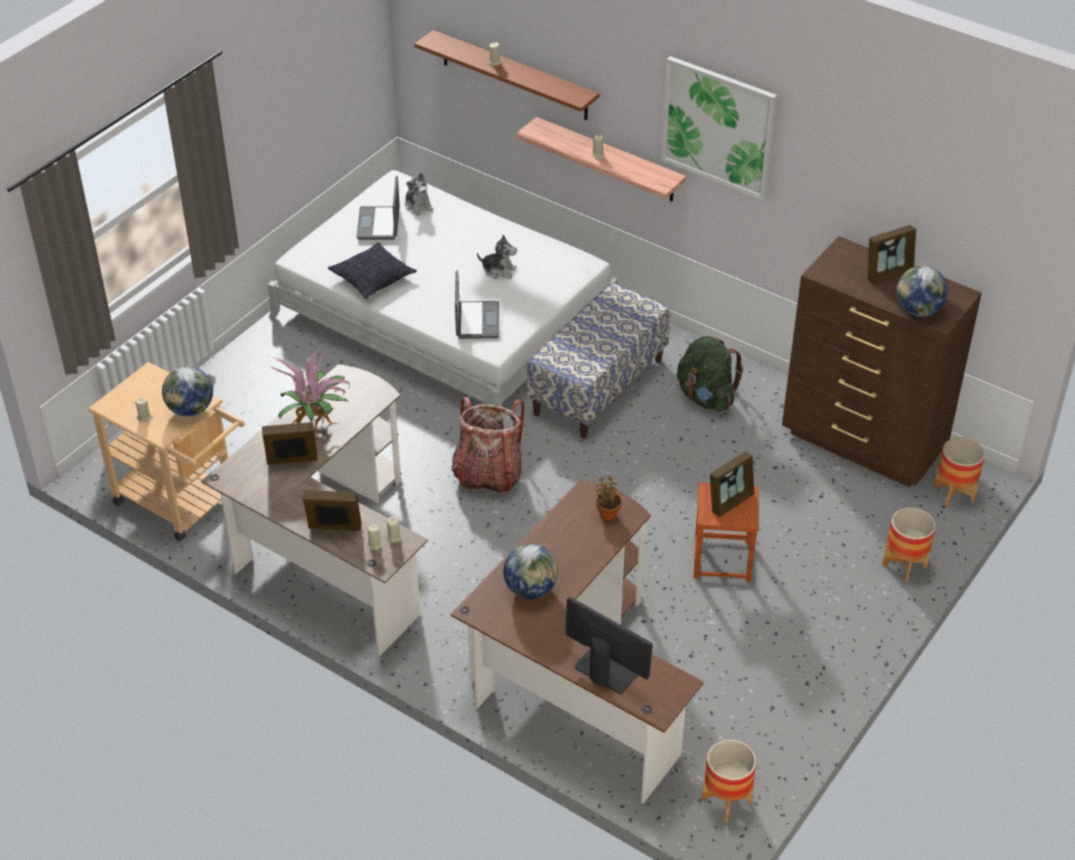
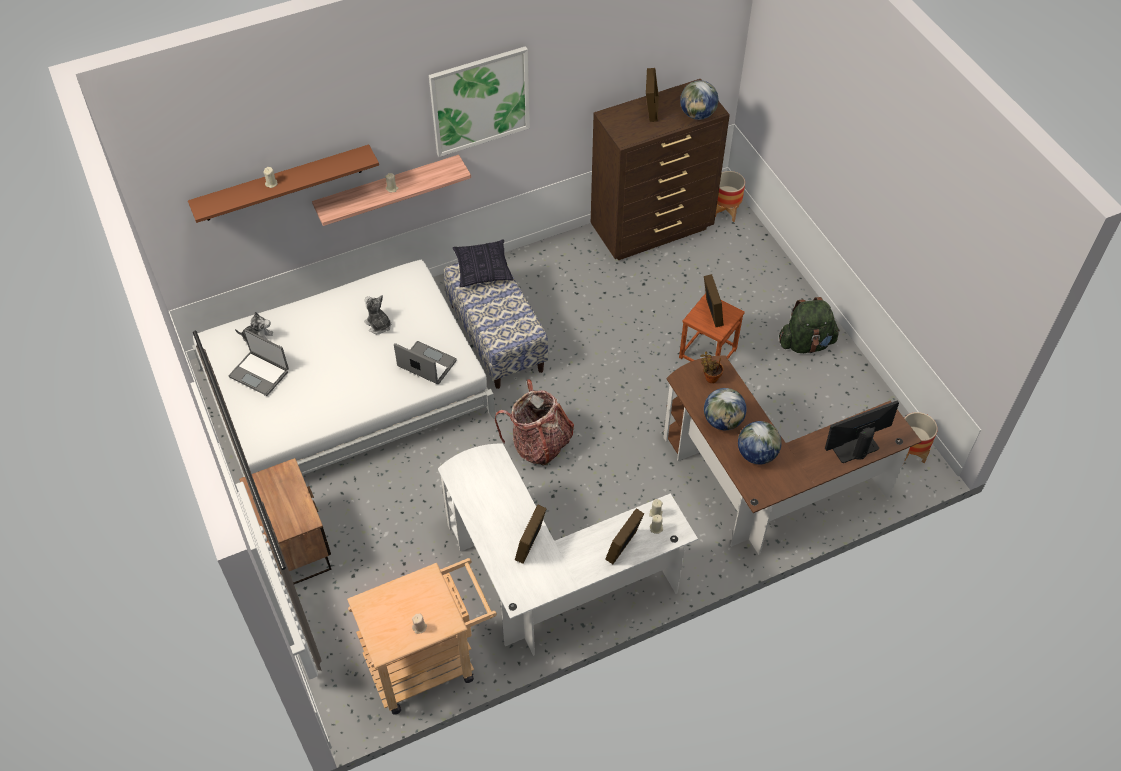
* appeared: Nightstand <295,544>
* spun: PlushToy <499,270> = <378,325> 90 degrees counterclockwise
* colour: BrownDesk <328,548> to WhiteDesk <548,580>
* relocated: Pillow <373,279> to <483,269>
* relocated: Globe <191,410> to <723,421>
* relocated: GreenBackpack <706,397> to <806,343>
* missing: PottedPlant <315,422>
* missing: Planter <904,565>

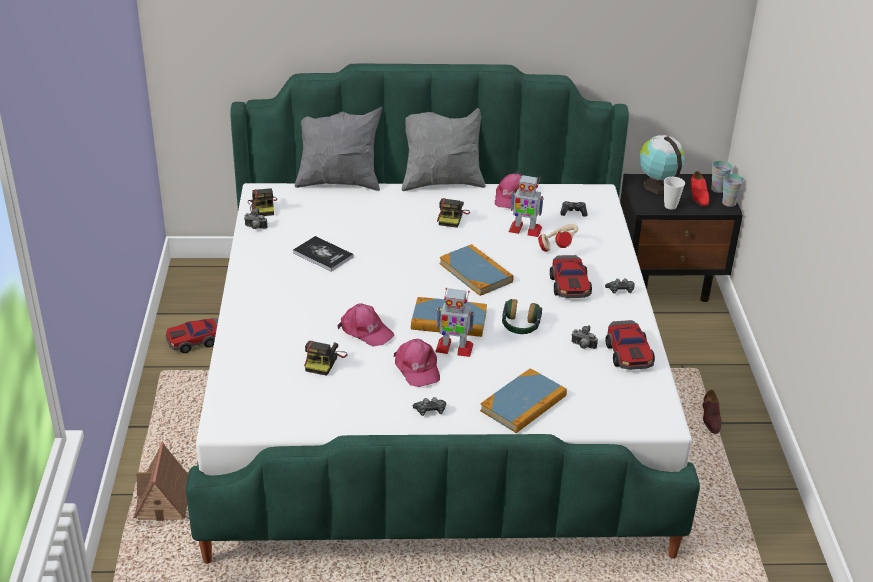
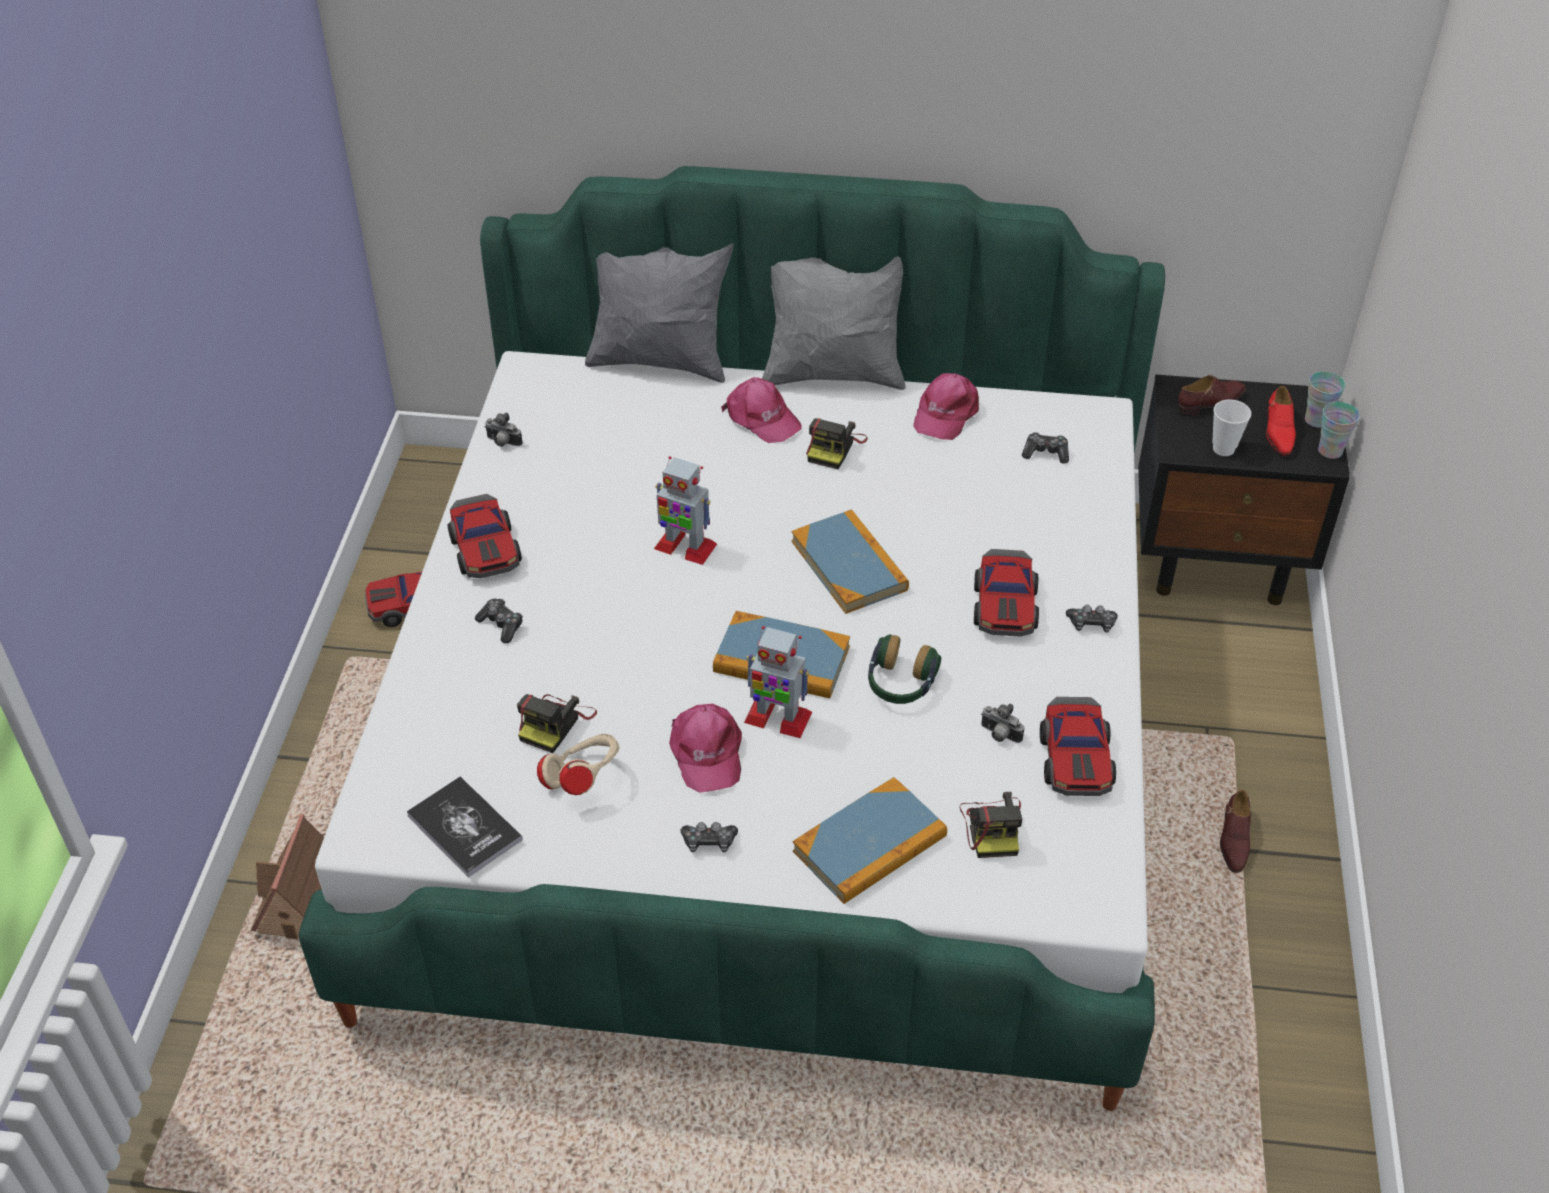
* relocated: Book <323,255> to <464,828>
* appeared: ToyCar <485,549>
* appeared: GameController <501,625>
* relocated: BeigeHeadphones <558,248> to <583,779>
* relocated: ToyRobot <524,229> to <684,546>
* relocated: PinkCap <365,331> to <761,418>
* relocated: PhotoCamera <263,207> to <992,827>
* exchanged: Globe <657,185> to BrownShoe <1211,403>

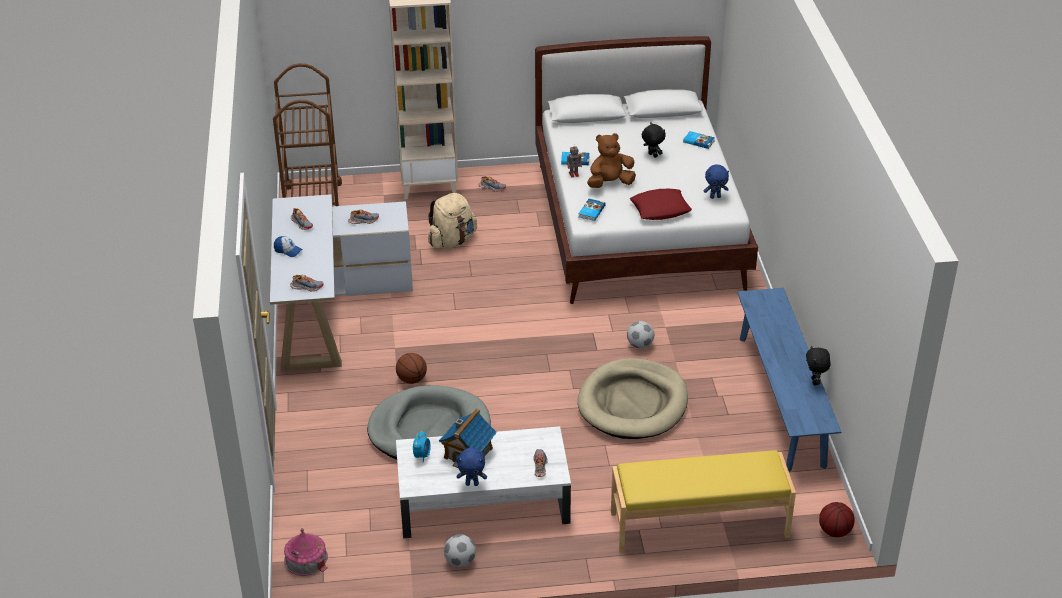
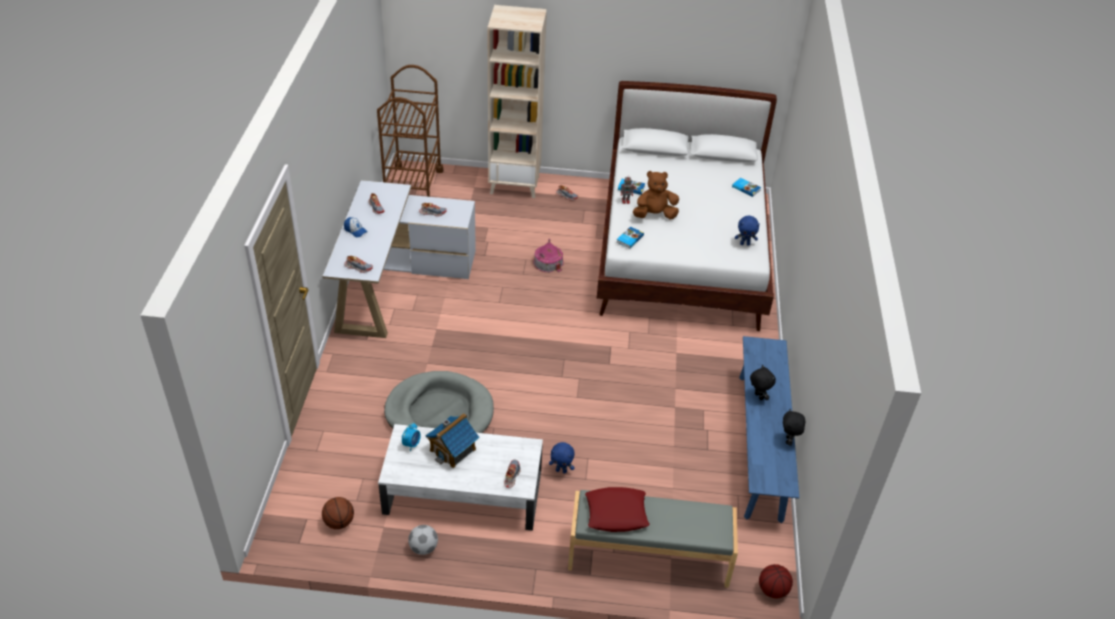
* relocated: Basketball <411,379> to <339,522>
* relocated: ToyHouse <306,559> to <548,262>
* relocated: BluePlushToy <472,483> to <561,470>
* colour: YellowBench <699,525> to GreyBench <648,557>
* relocated: RedPillow <660,209> to <616,513>
* relocated: BlackPlushToy <652,155> to <758,396>
* missing: BeigeBackpack <452,241>
* missing: BeigeDogBed <633,403>
* missing: Football <640,345>

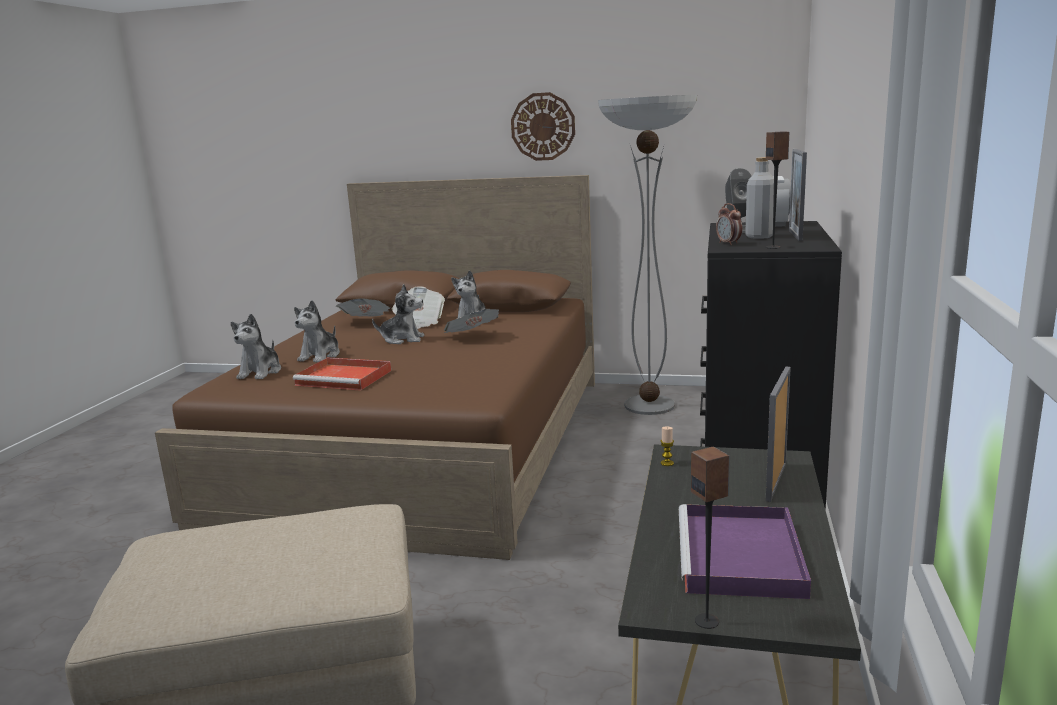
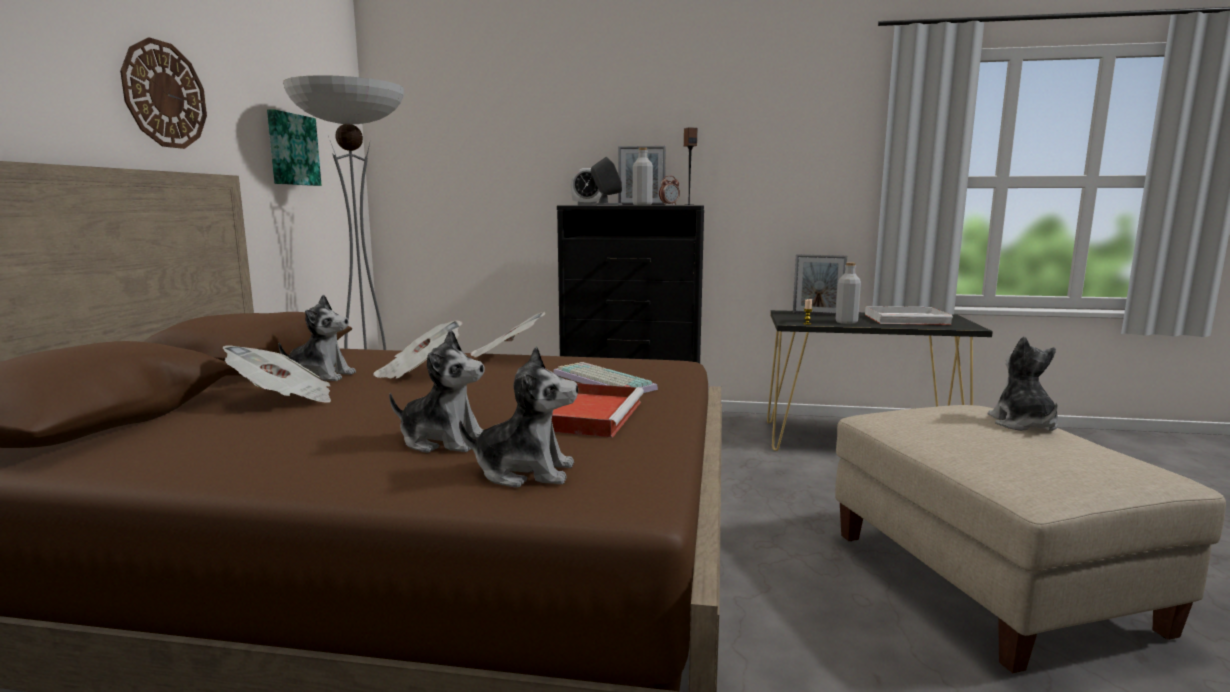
* appeared: Picture <292,149>
* relocated: Newspaper <366,322> to <506,356>
* appeared: Keyboard <600,381>
* appeared: GreyBottle <846,322>
* colour: PurpleTray <741,557> to WhiteTray <907,319>
* relocated: PlushToy <402,339> to <1022,424>
* missing: Speaker <707,621>

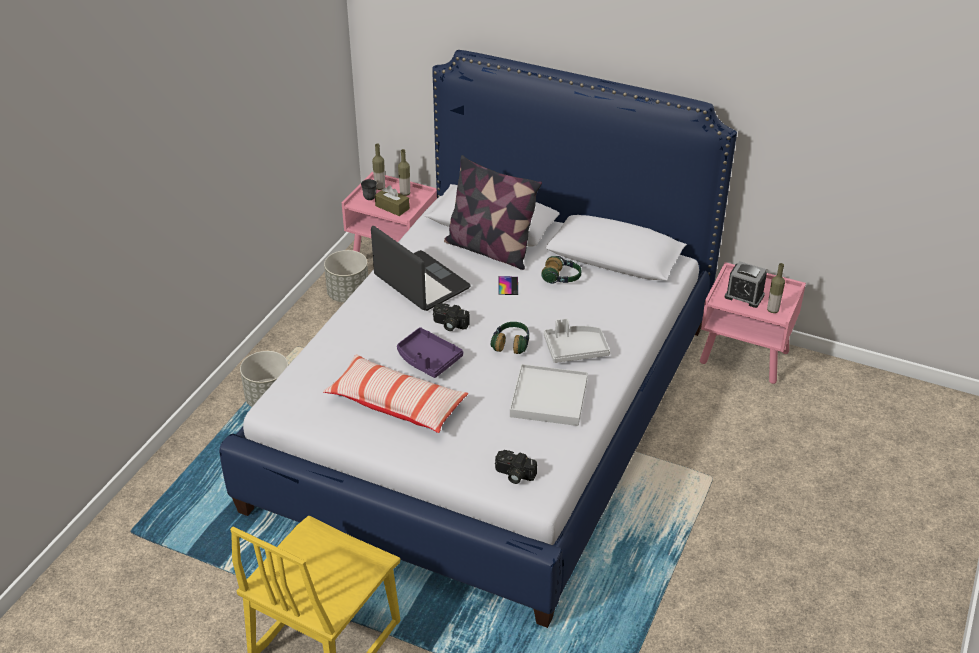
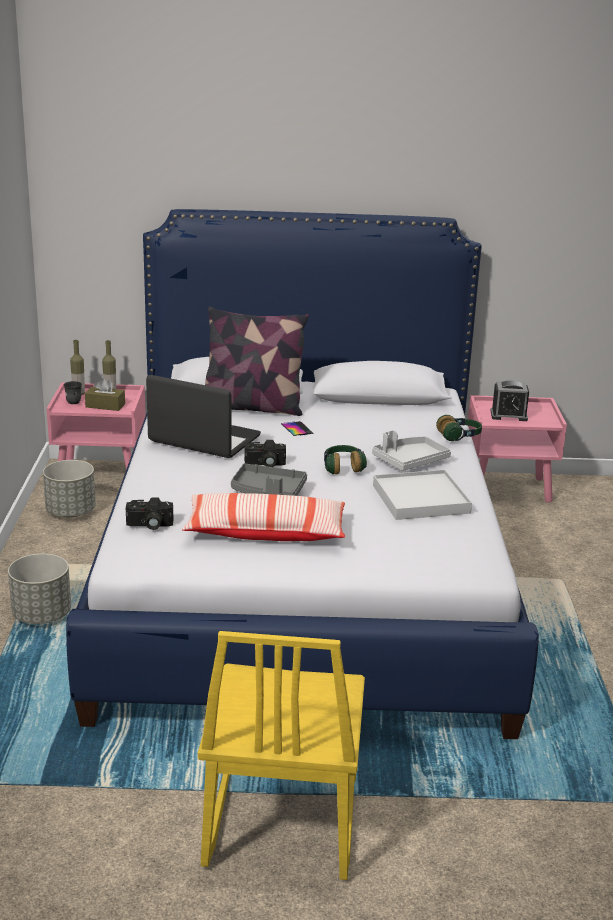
* relocated: PhotoCamera <514,475> to <149,525>
* colour: PurpleTray <428,359> to GreyTray <268,492>
* relocated: Headphones <561,278> to <459,437>
* missing: Bottle <772,310>

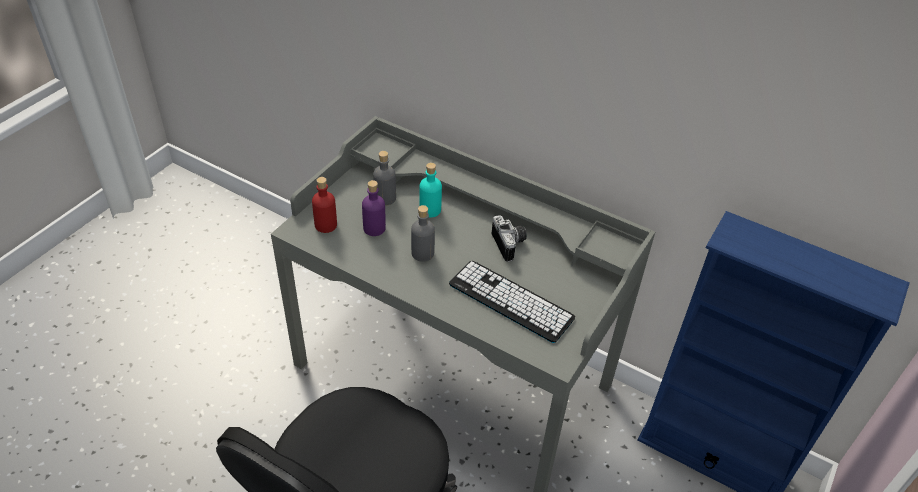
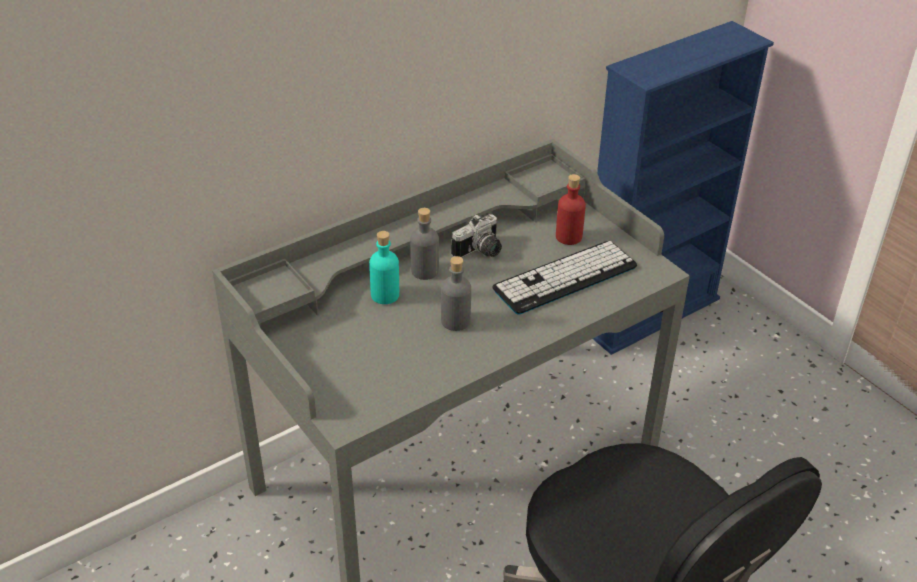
* relocated: GreyBottle <385,198> to <425,271>
* spun: PhotoCamera <510,244> = <480,252> 135 degrees clockwise
* relocated: RedBottle <326,225> to <568,237>
* missing: PurpleBottle <374,228>

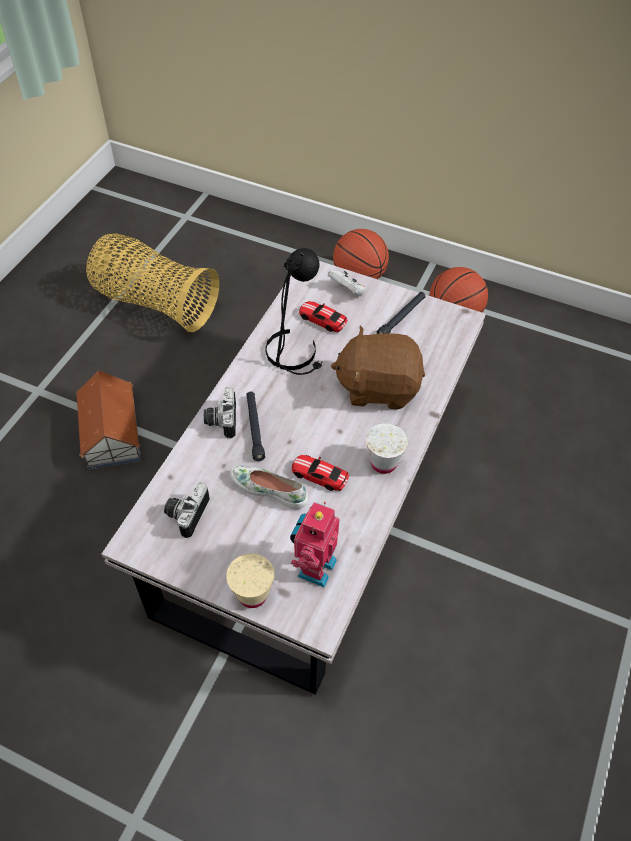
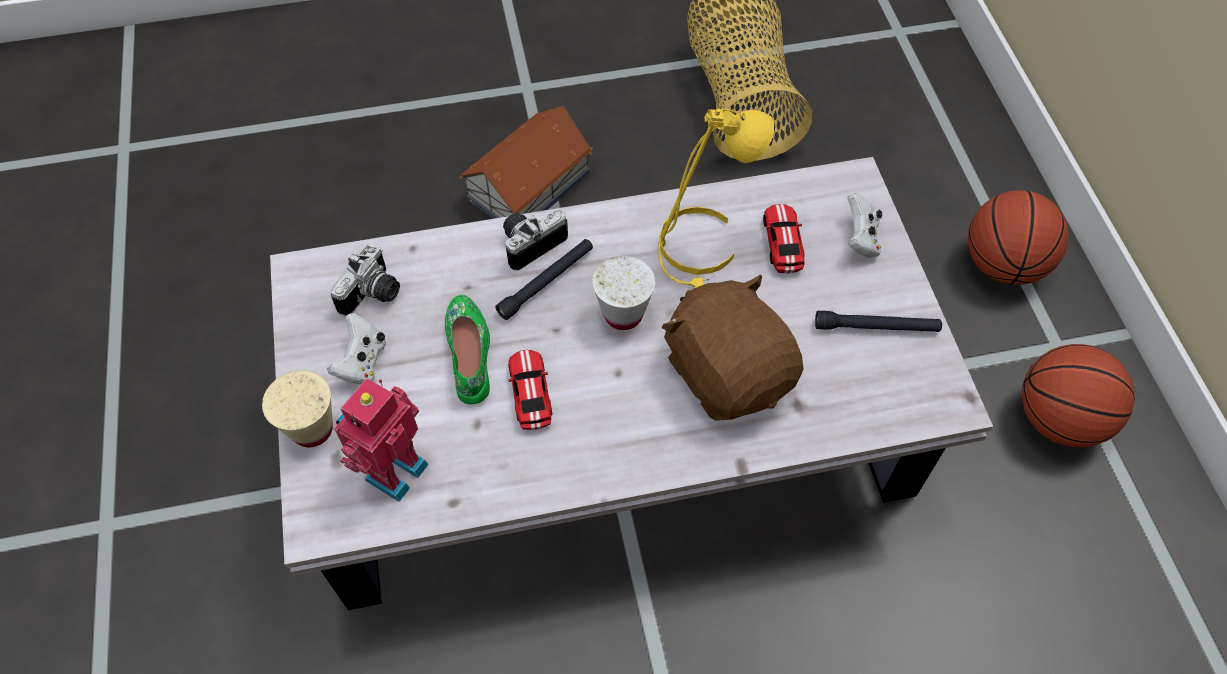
* appeared: WhiteGameController <362,362>
* spun: PhotoCamera <185,513> = <374,295> 135 degrees clockwise
* spun: ToyRobot <314,567> = <393,470> 45 degrees counterclockwise
* colour: WhiteShoe <269,489> to GreenShoe <470,353>
* relocated: WhiteCup <383,463> to <623,314>
* colour: BlackTableLamp <294,352> to YellowTableLamp <699,247>

